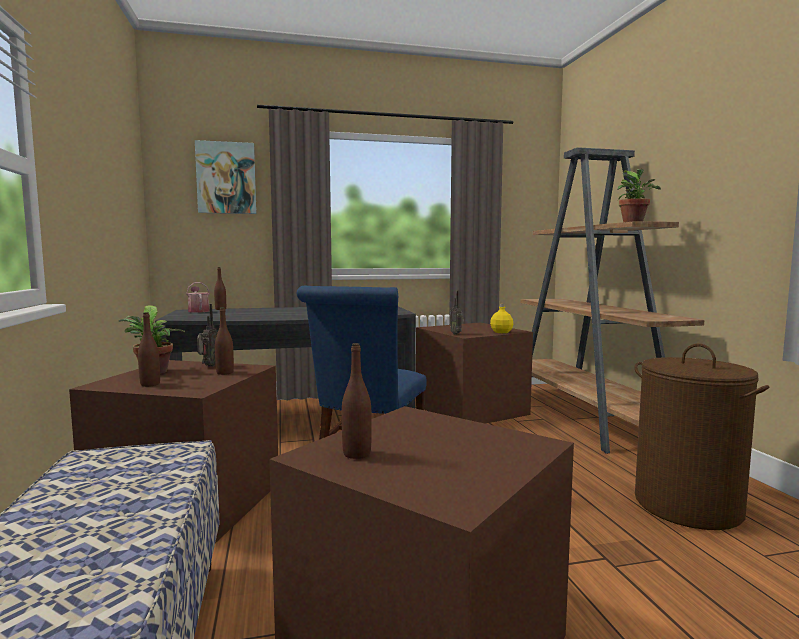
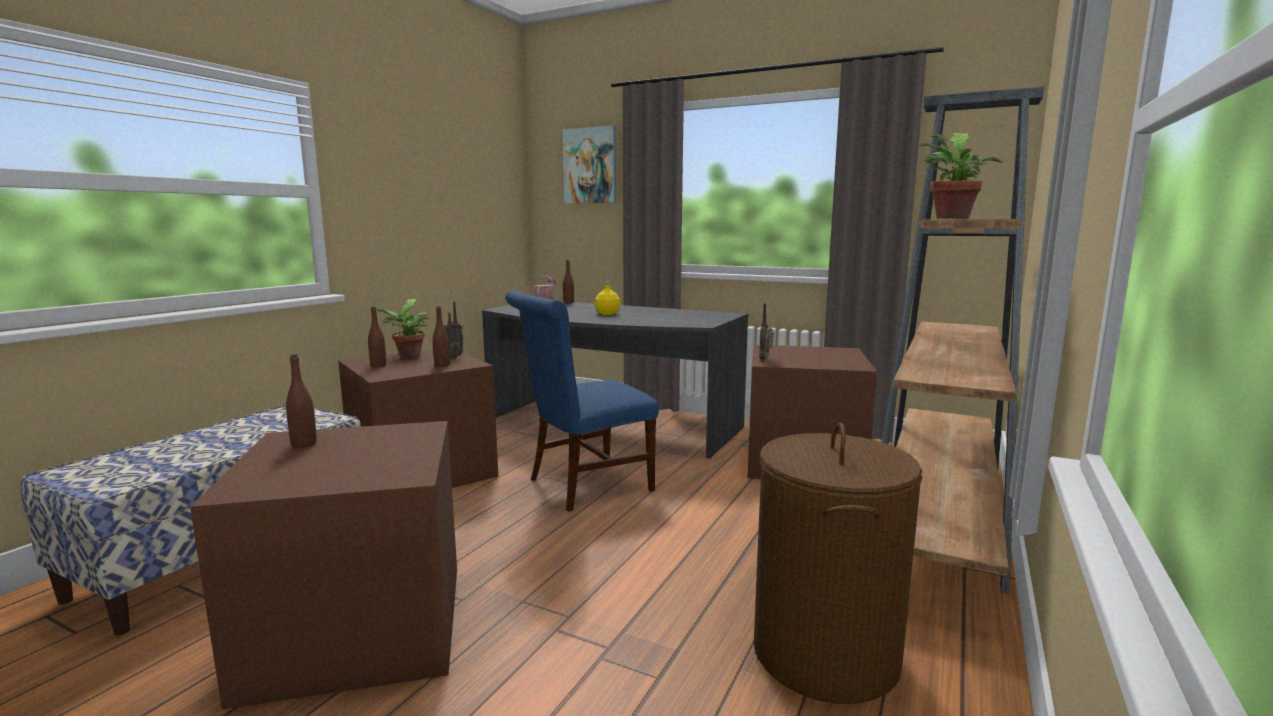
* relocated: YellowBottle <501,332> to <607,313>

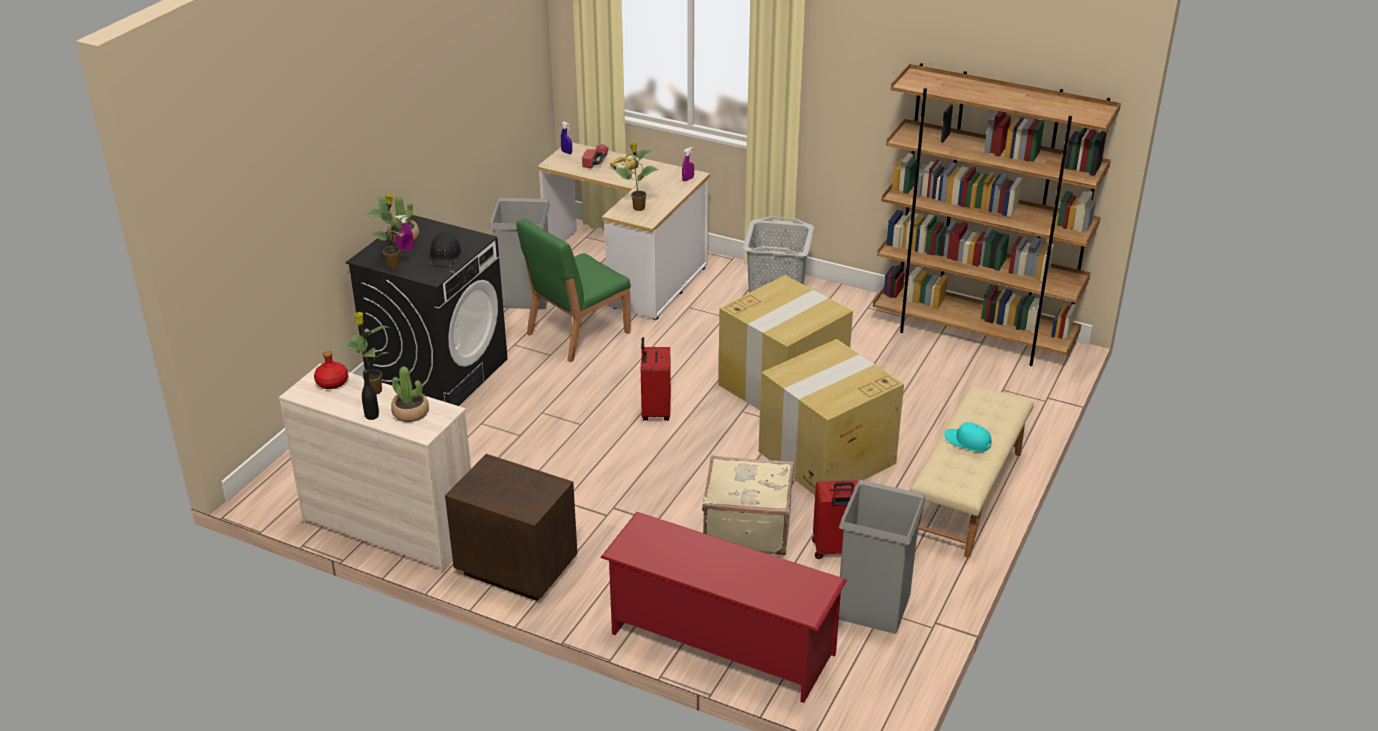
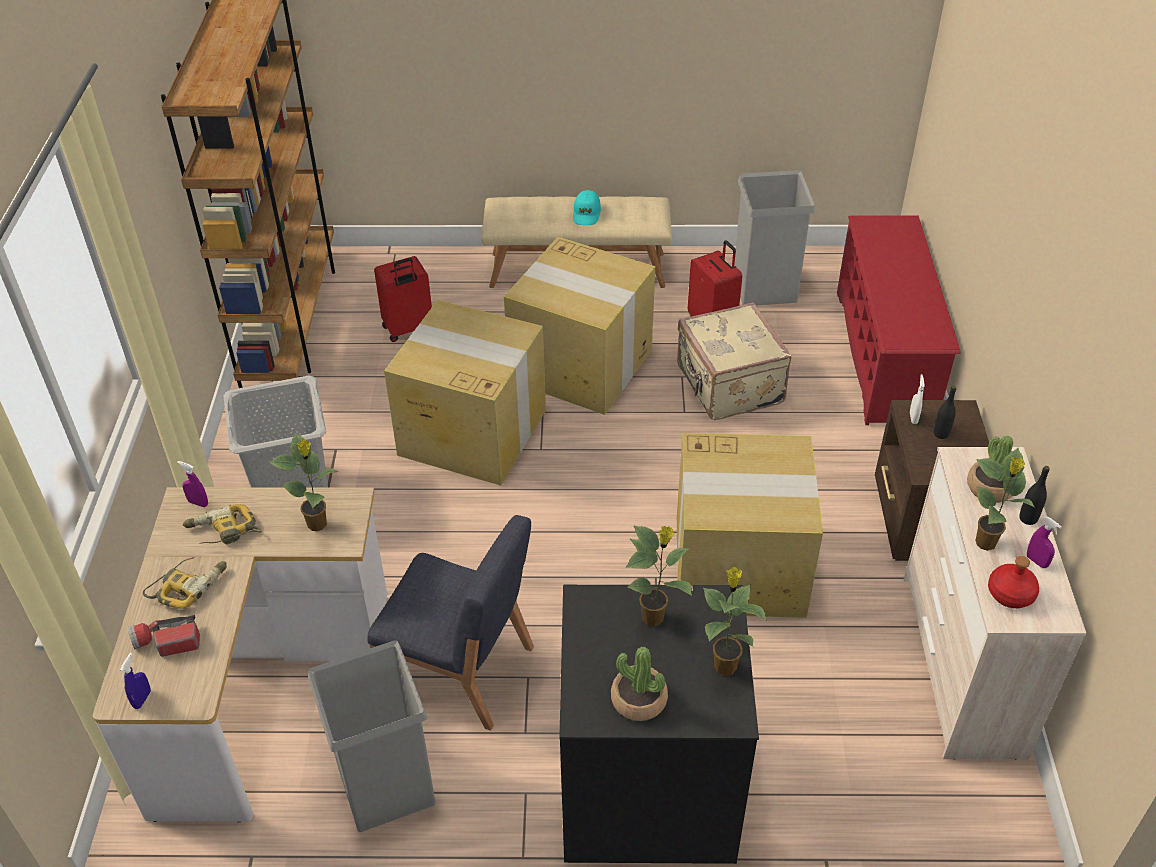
* appeared: PowerDrill <223,532>
* colour: GreenChair <577,333> to BlueChair <460,670>
* relocated: RedSuitcase <655,411> to <408,329>
* exchanged: BlackHardHat <445,255> to PottedPlant <654,617>
* appeared: CardboardBox <741,566>
* appeared: WhiteSprayBottle <913,418>
* appeared: BlackBottle <941,434>
* relocated: PurpleSprayBottle <406,249> to <1036,561>

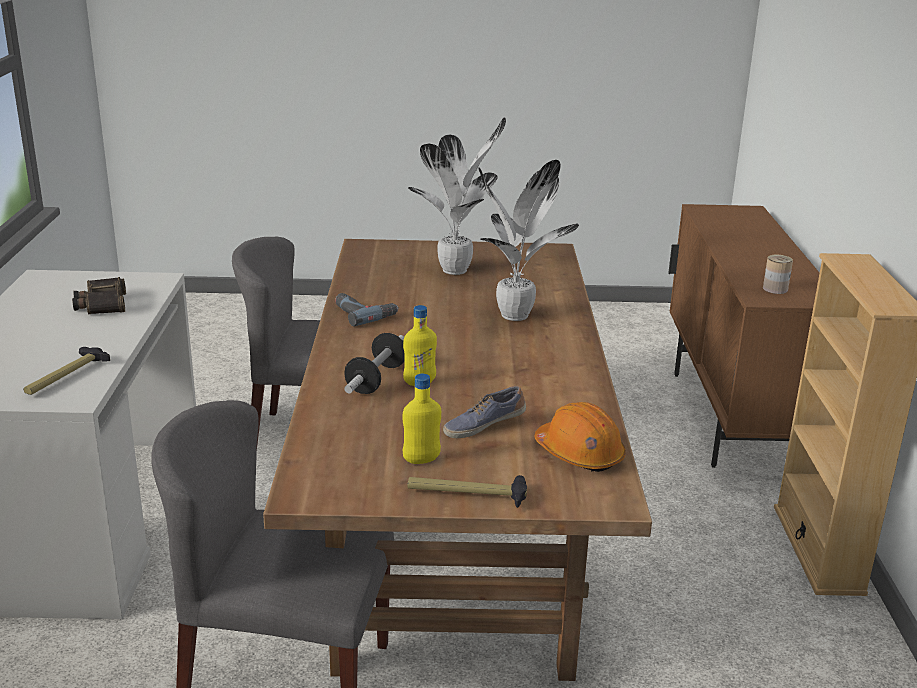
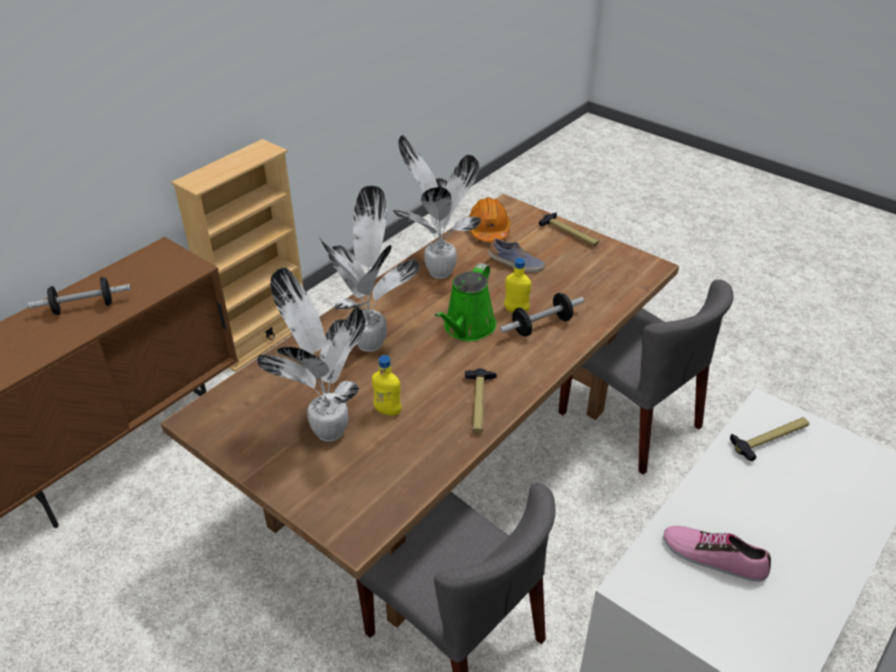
* appeared: Dumbbell <84,307>
* relocated: YellowBottle <421,460> to <387,411>
* appeared: PottedPlant <438,271>
* appeared: GreenWateringCan <467,328>
* exchanged: PowerDrill <364,313> to Hammer <479,404>
* exchanged: Binoculars <101,304> to Shoe <713,556>
* missing: Can <775,289>

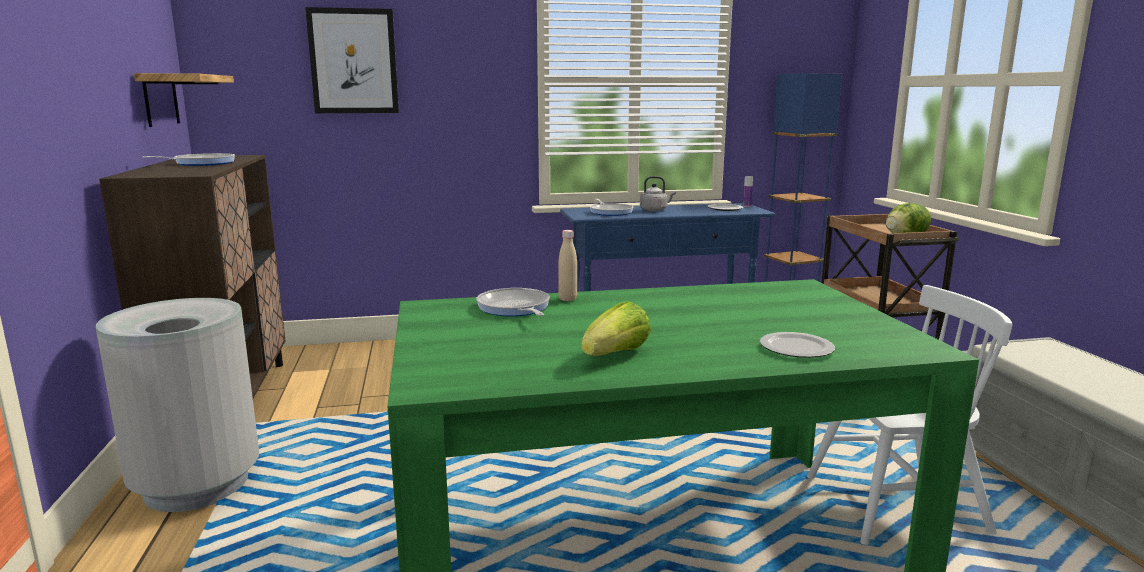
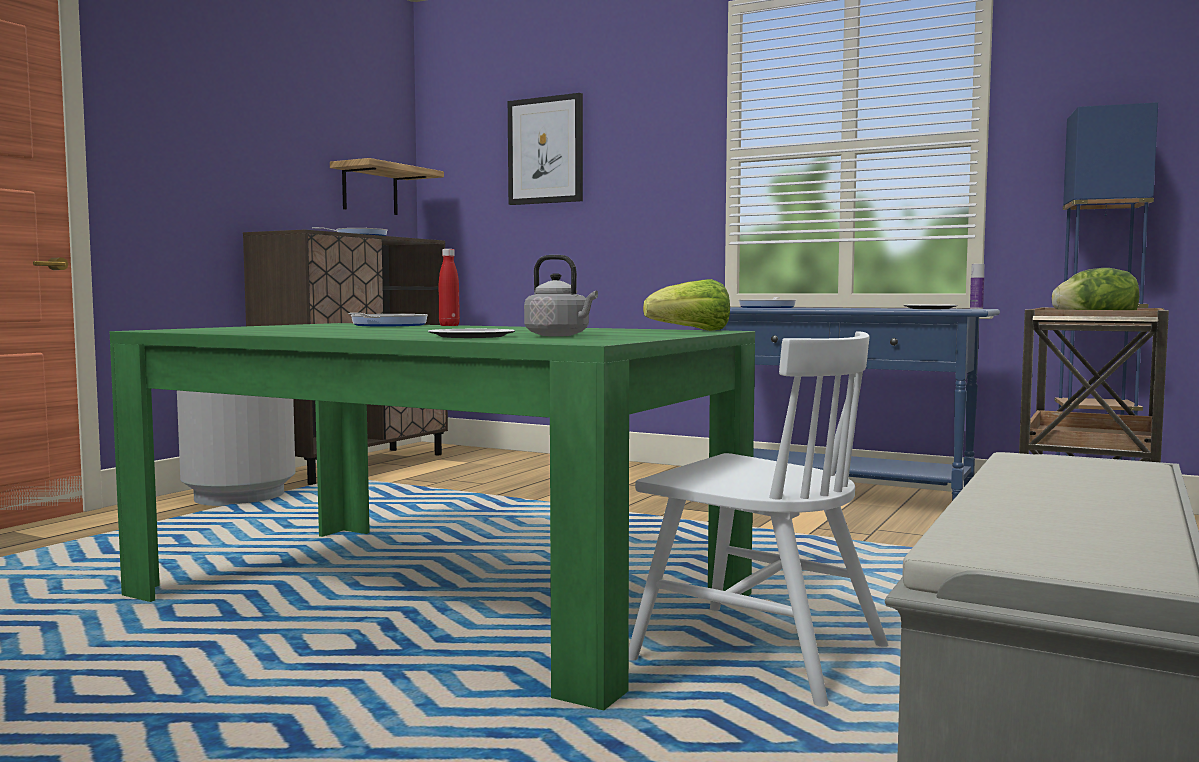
* colour: BeigeBottle <567,299> to RedBottle <449,325>
* relocated: GreyKettle <655,210> to <560,335>
* relocated: Lettuce <616,355> to <691,331>

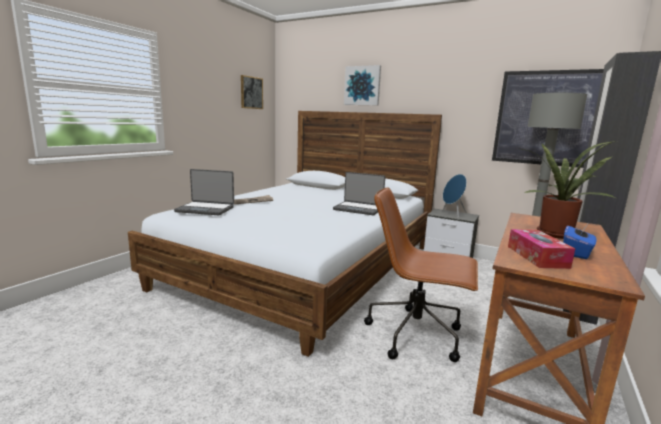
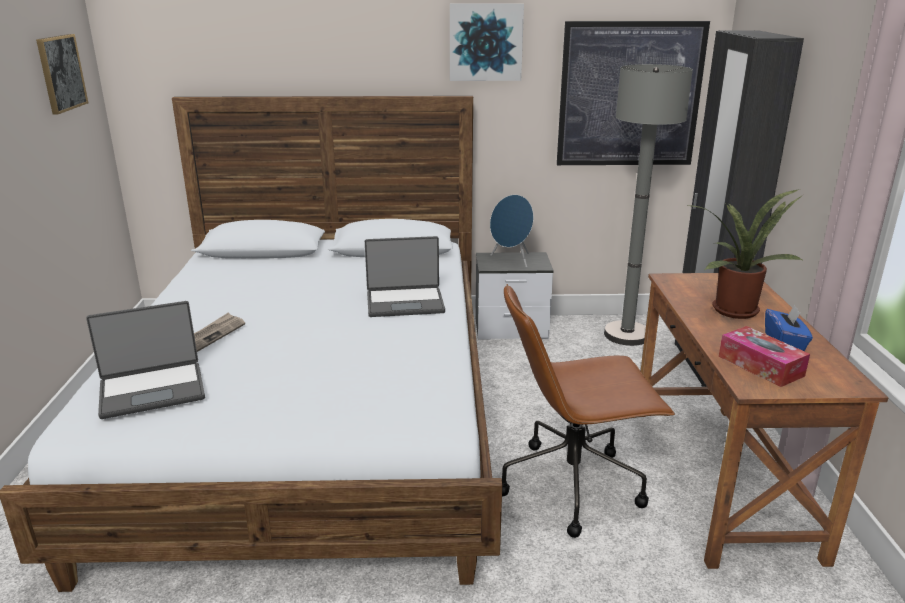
* relocated: Picture <362,86> to <485,42>

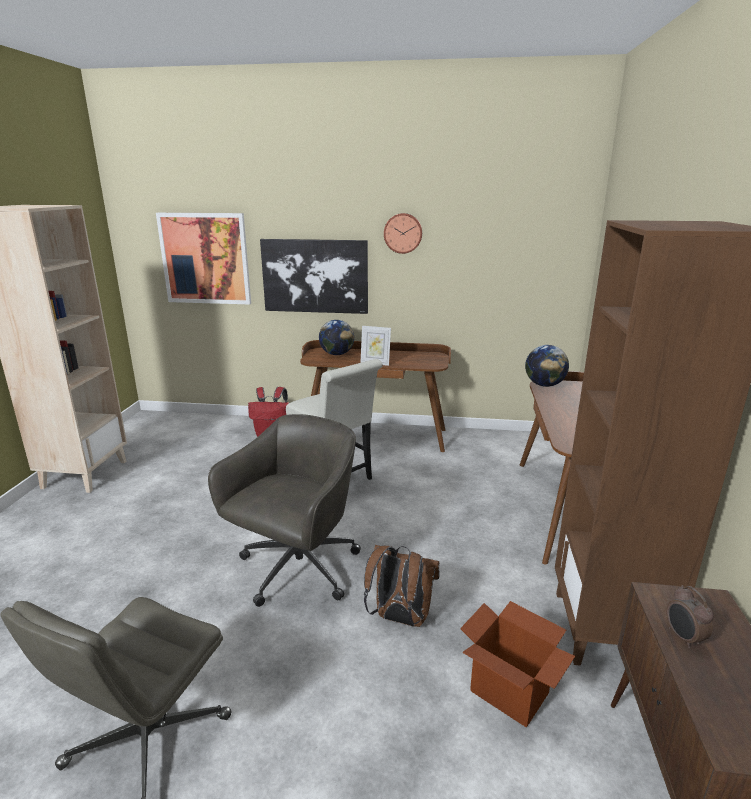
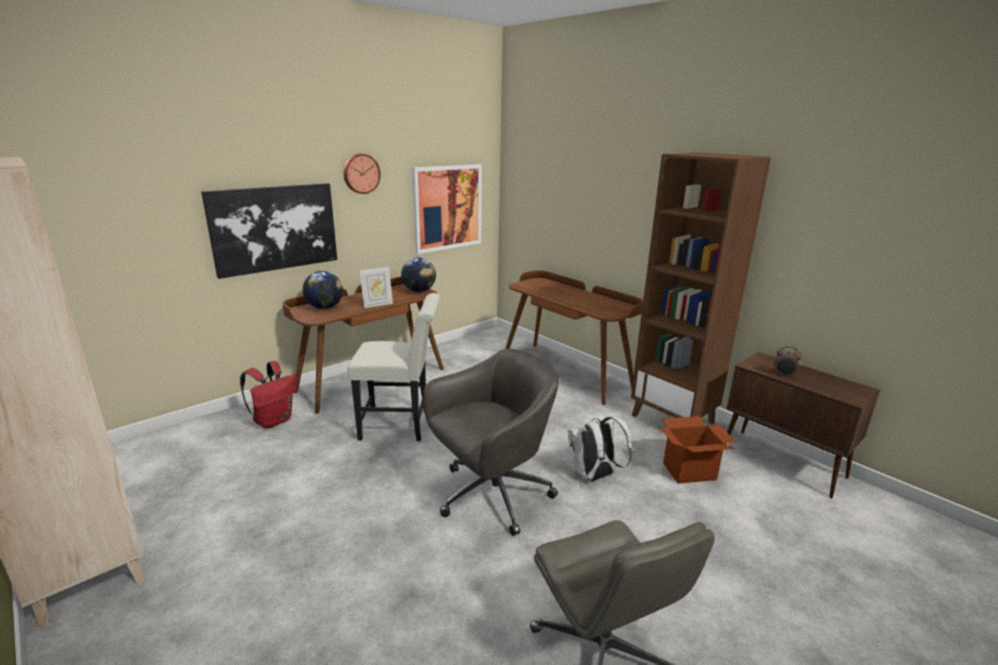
* relocated: Globe <544,385> to <419,291>
* relocated: Picture <205,259> to <447,207>
* spun: GreyOfficeChair <296,569> = <491,495> 75 degrees clockwise
* colour: BrownBackpack <399,618> to WhiteBackpack <594,476>

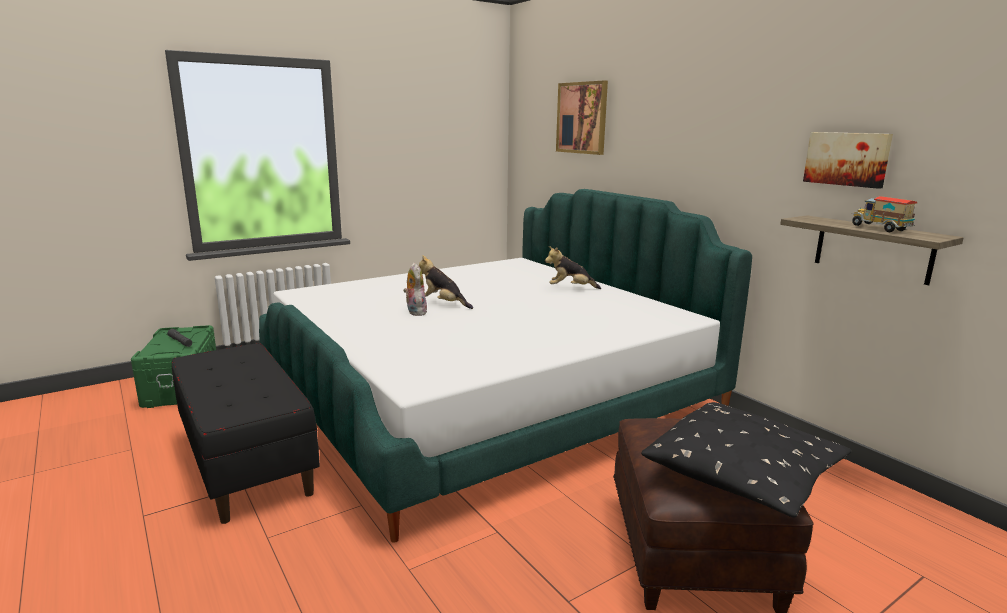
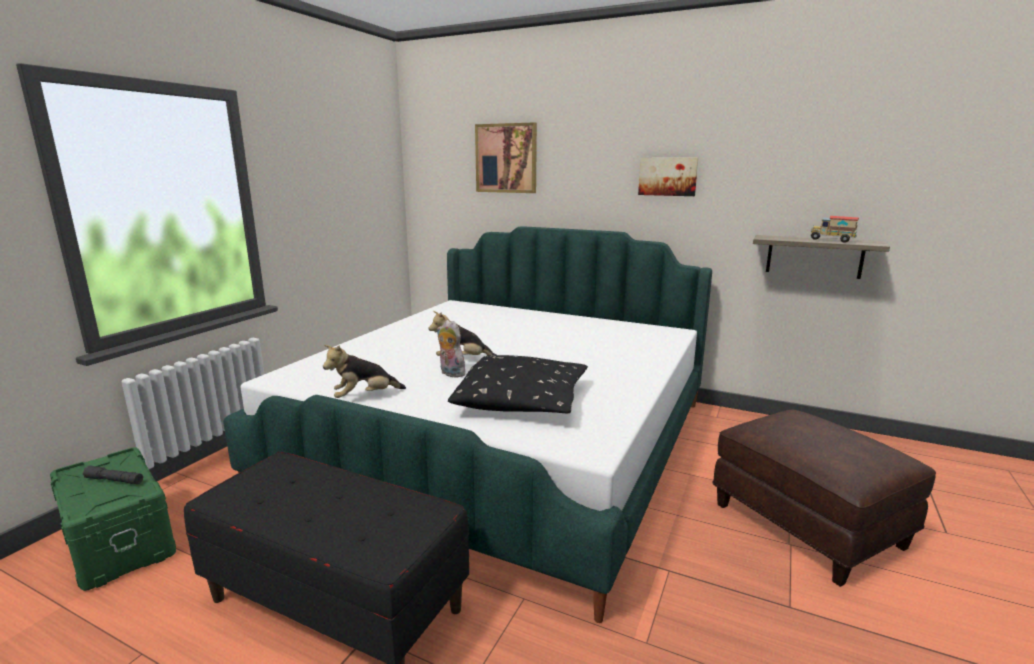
* relocated: PlushToy <570,288> to <364,397>
* relocated: BlackPillow <744,474> to <523,400>
* relocated: Picture <847,159> to <668,176>

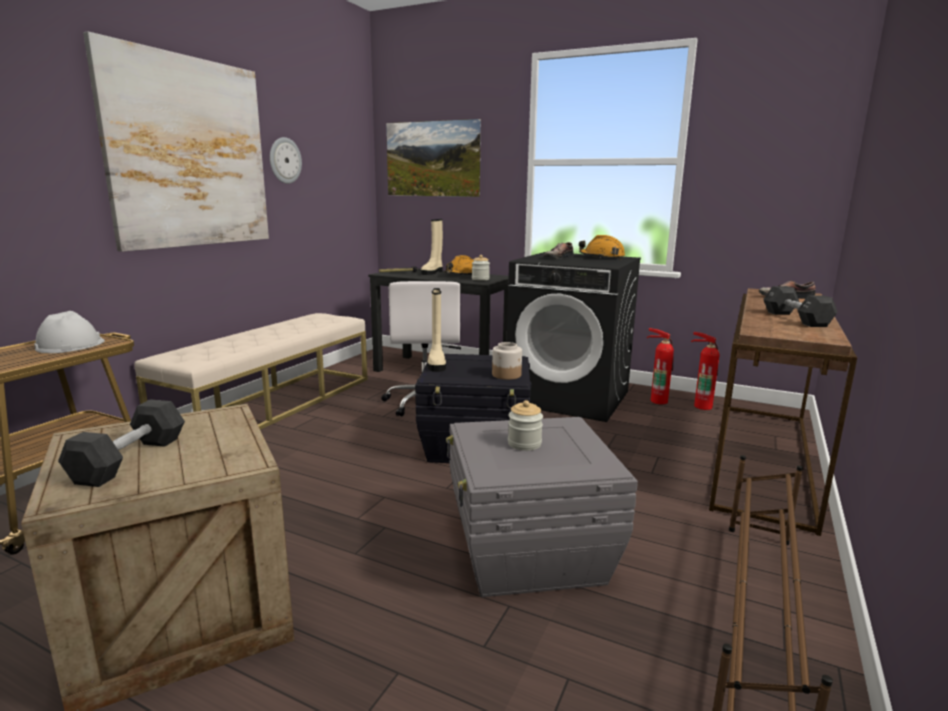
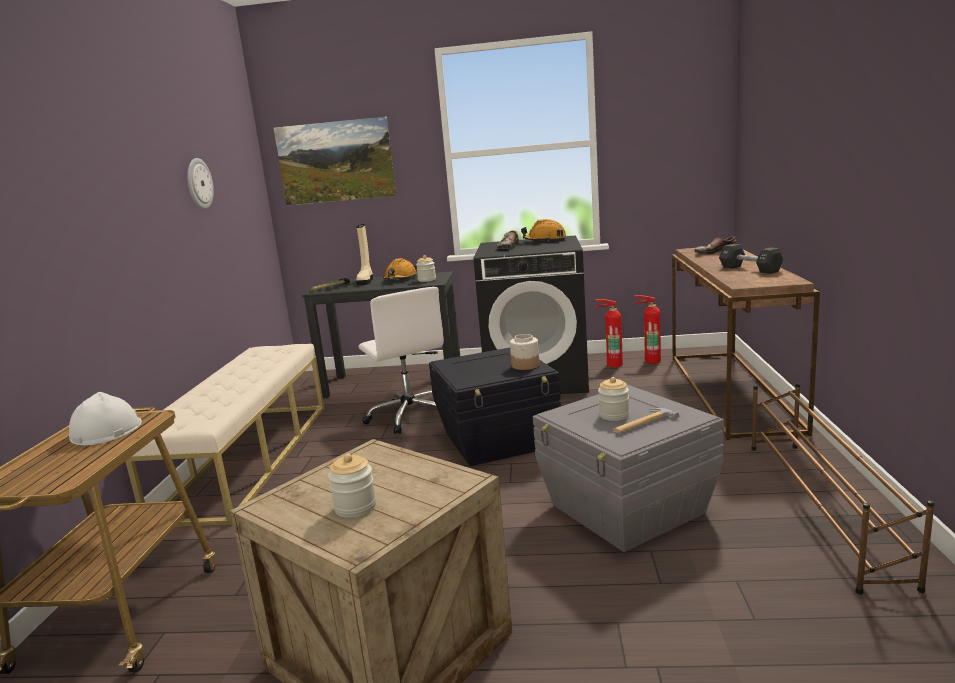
* exchanged: BlackDumbbell <130,459> to Jar <355,507>
* appeared: Hammer <642,423>
* missing: Picture <189,153>
* missing: BeigeBoot <436,364>

